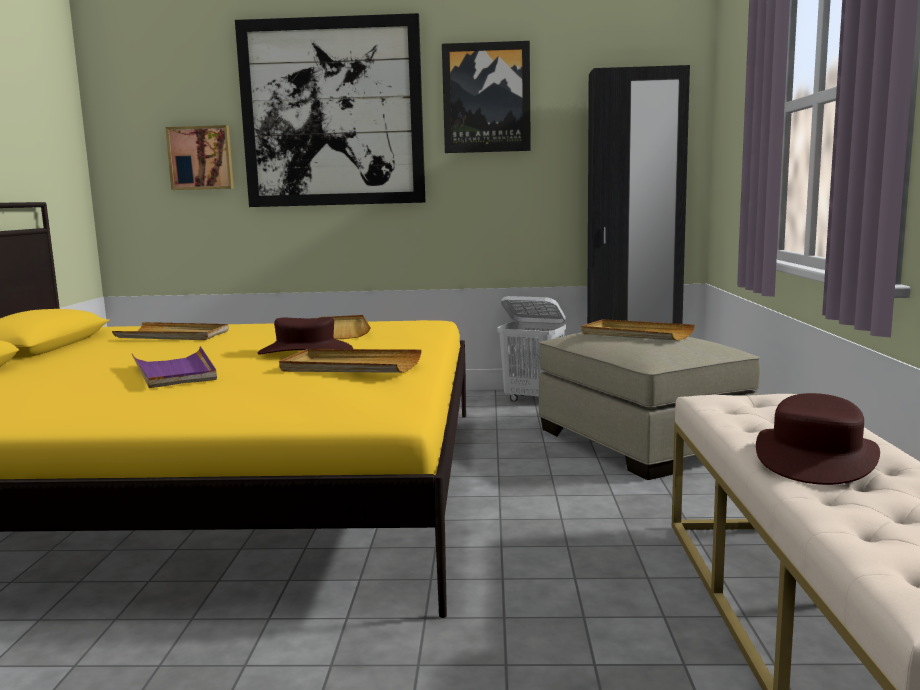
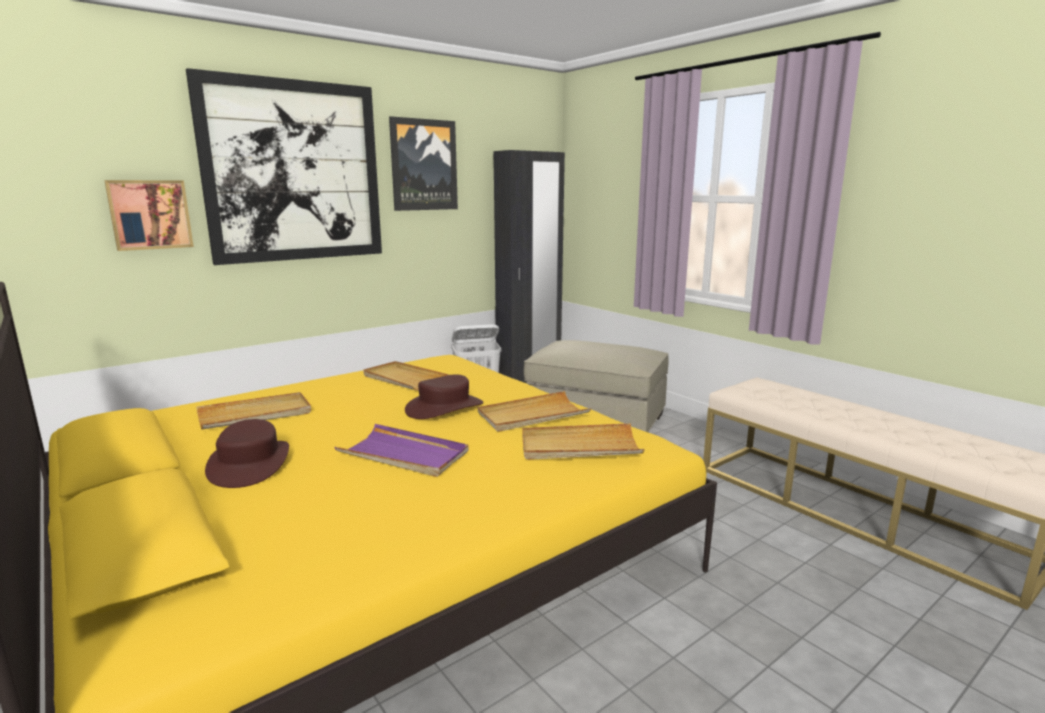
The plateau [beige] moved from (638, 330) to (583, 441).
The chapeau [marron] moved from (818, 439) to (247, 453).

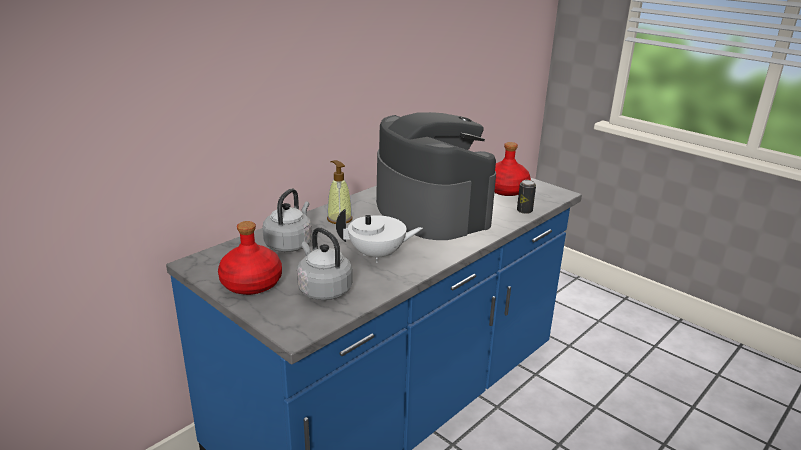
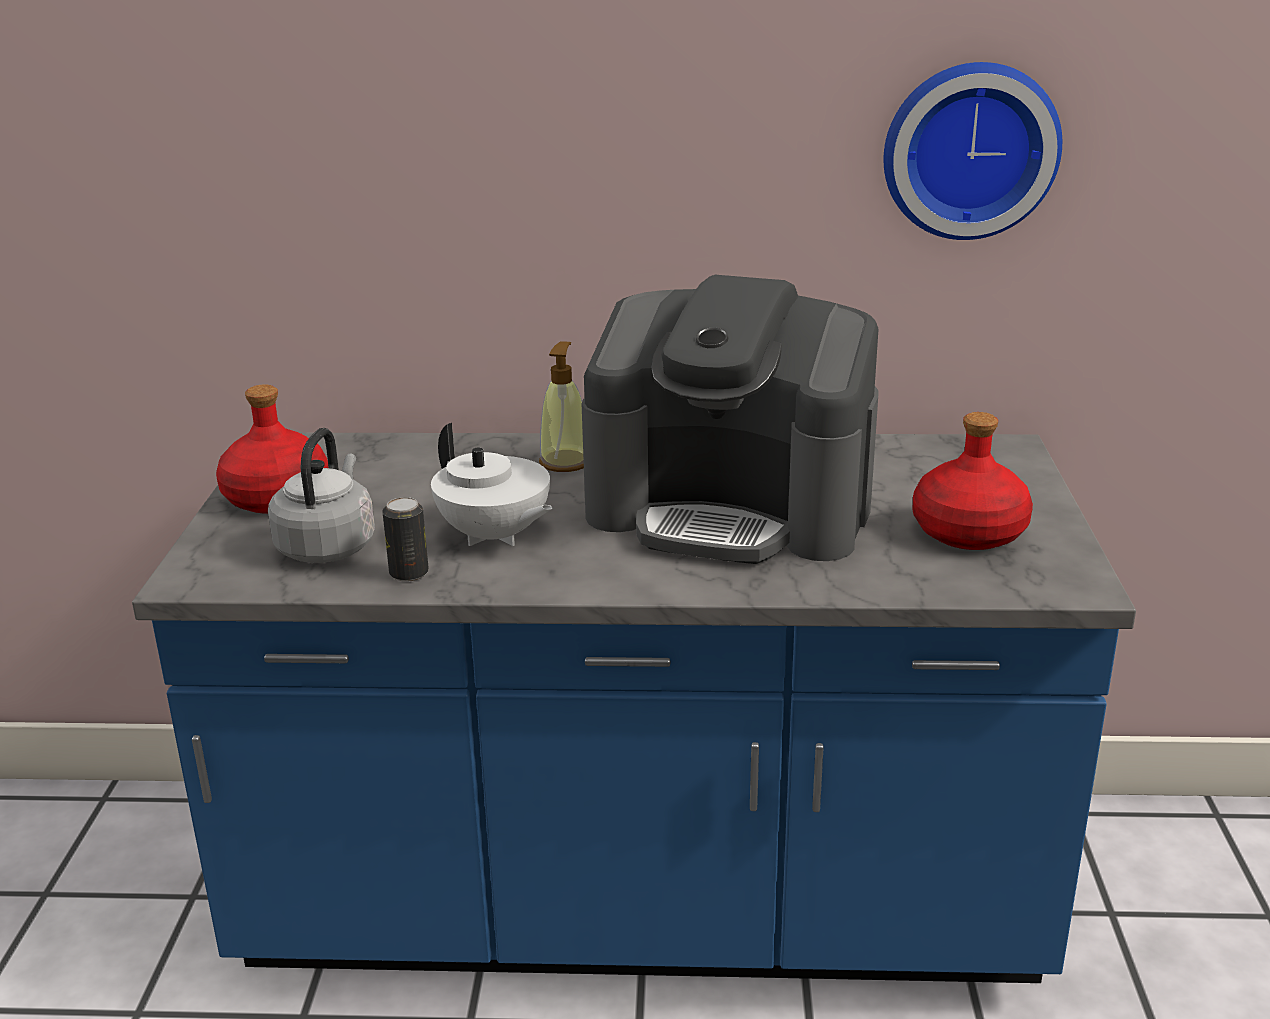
The bouilloire [gris] at (287, 220) disappeared.
The horloge murale at (972, 151) appeared.
The boîte métallique moved from (526, 197) to (406, 539).
The machine à café at (436, 176) turned 90 degrees clockwise.

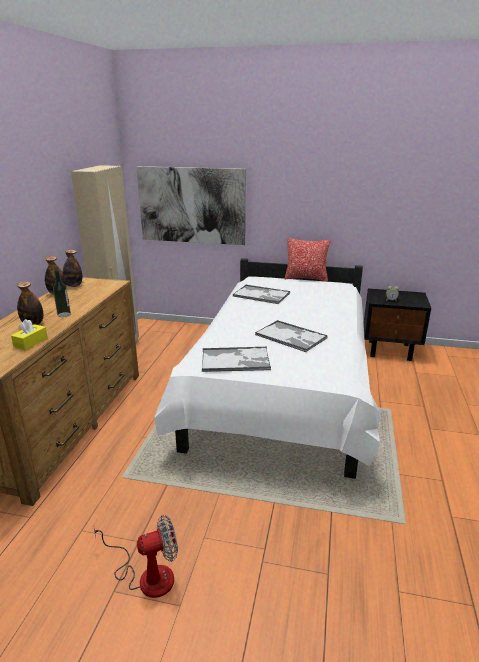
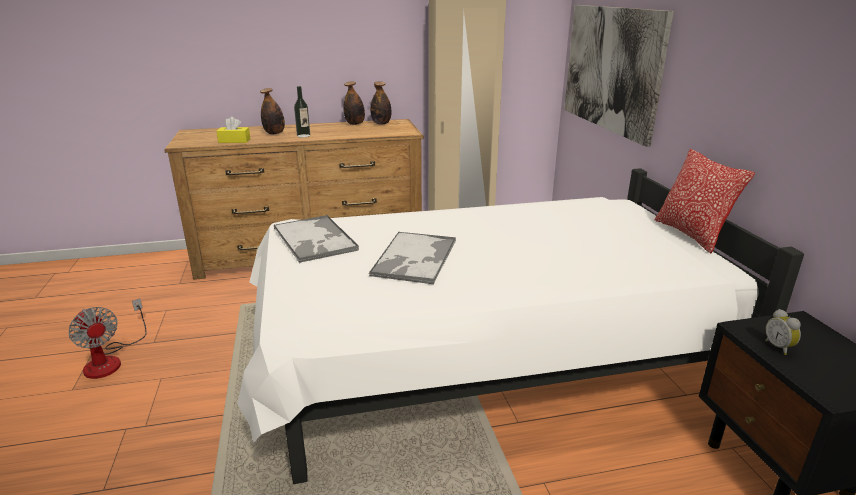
The plateau at (261, 294) disappeared.

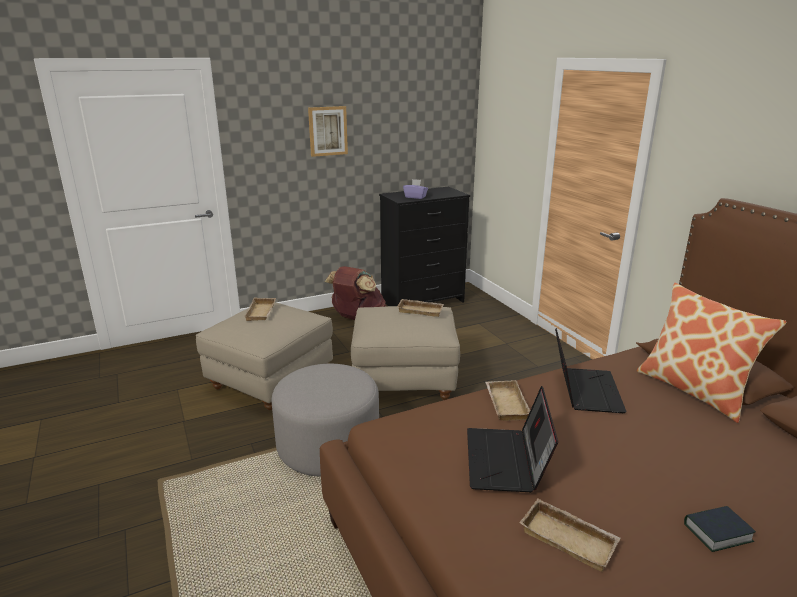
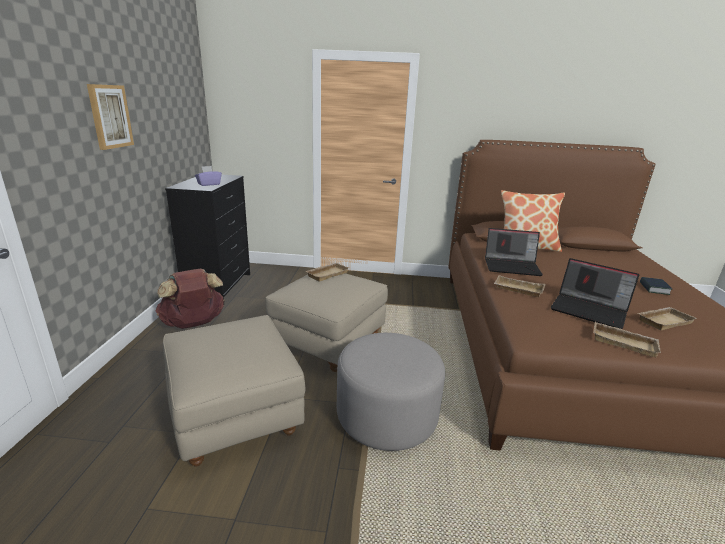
The plateau [beige] moved from (260, 309) to (627, 339).
The ordinateur portable at (591, 370) turned 150 degrees clockwise.

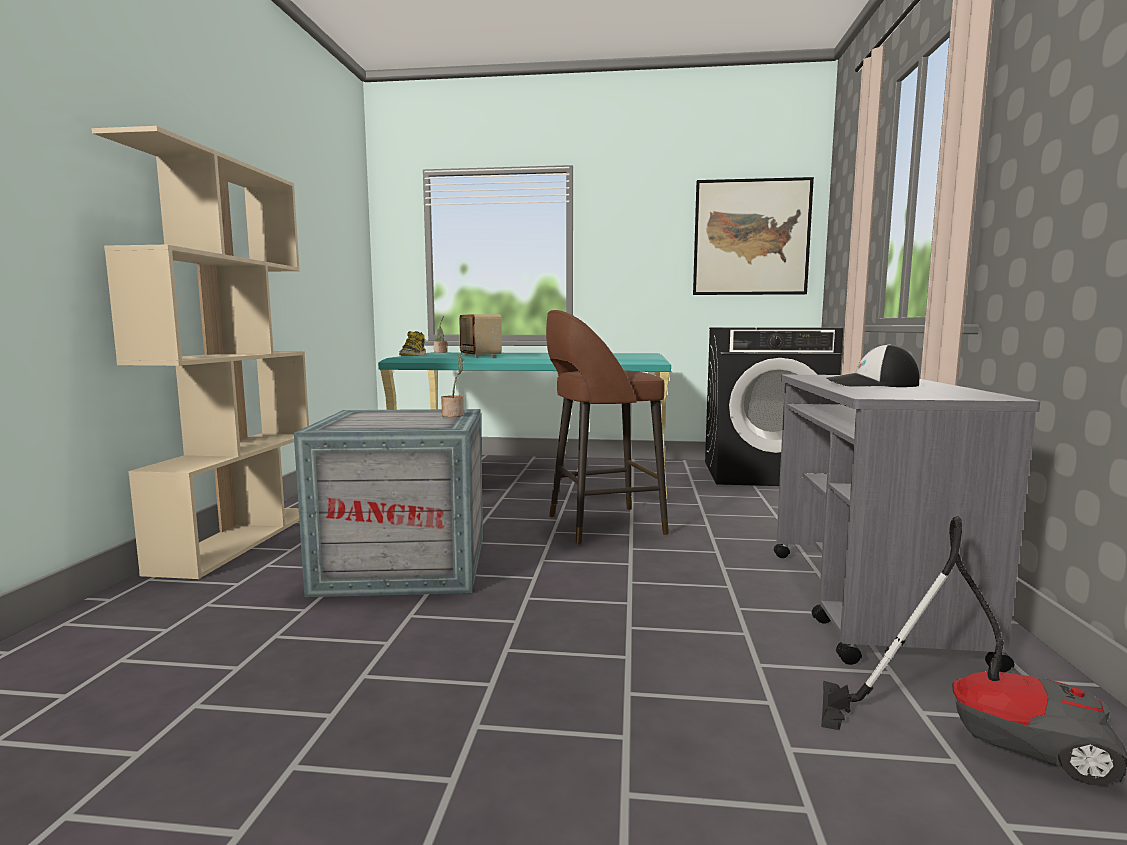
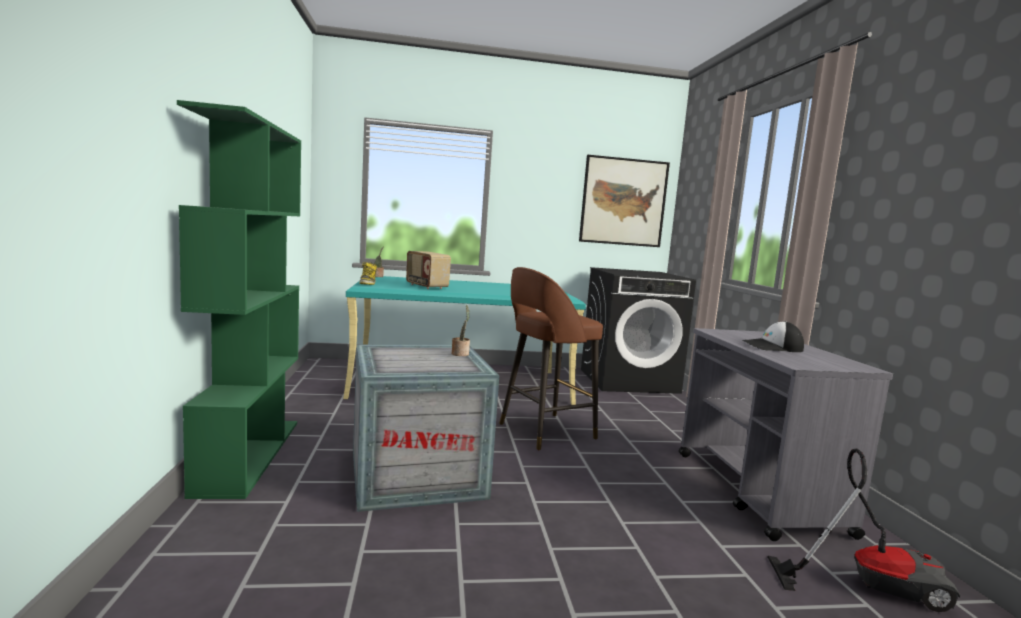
The bibliothèque [beige] at (200, 352) became the bibliothèque [vert] at (239, 299).

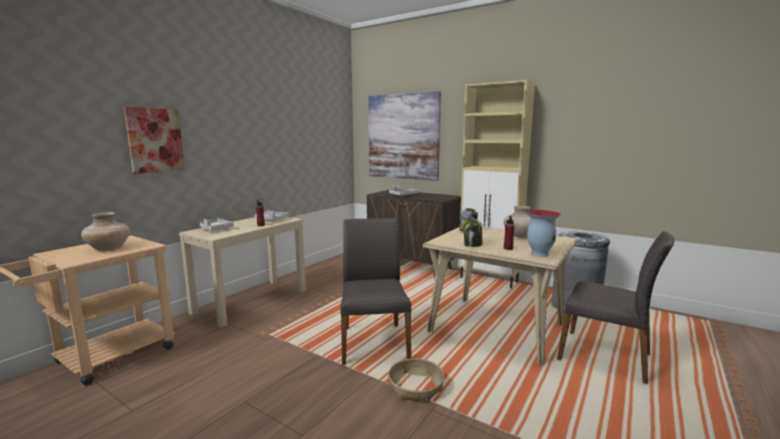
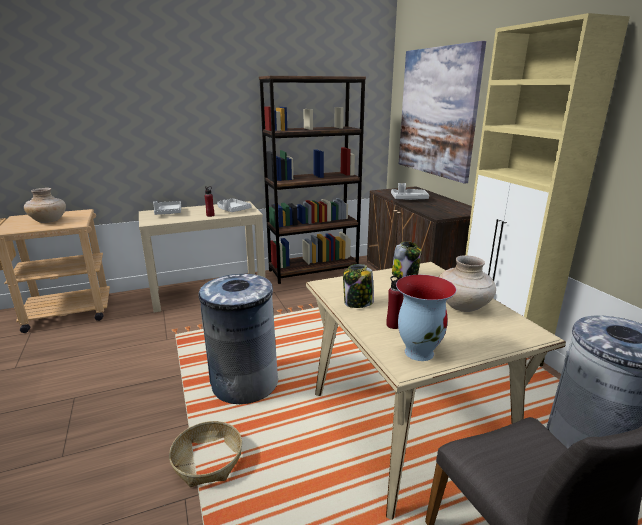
The tableau at (154, 140) disappeared.
The bibliothèque [marron] at (312, 180) appeared.
The chaise [gris] at (375, 291) was replaced by the poubelle [gris] at (238, 339).

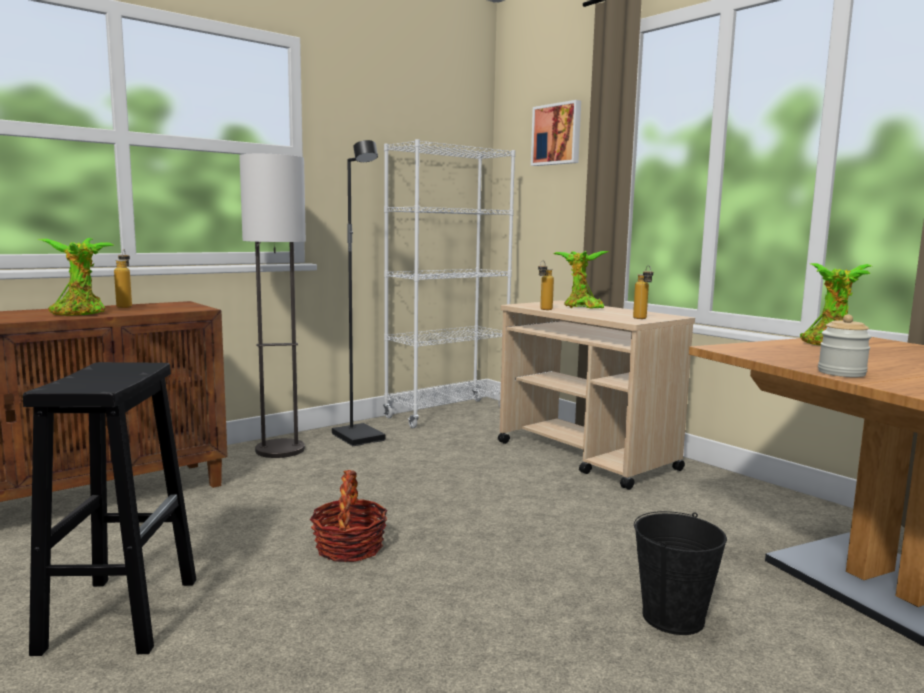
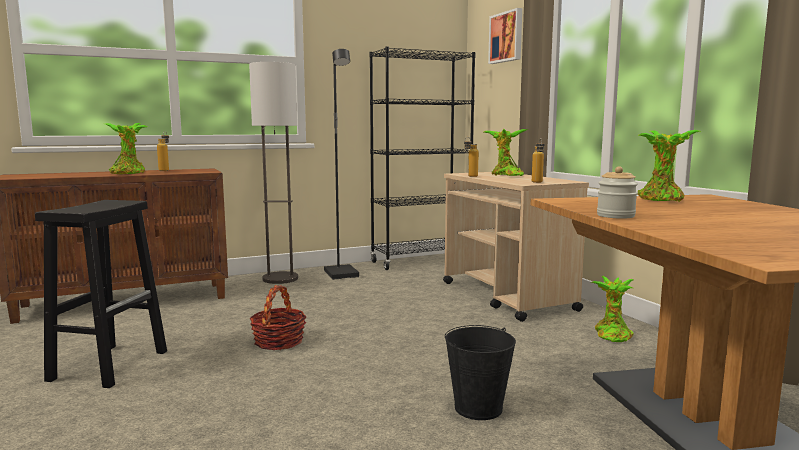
The plante en pot at (612, 309) appeared.
The bibliothèque [blanc] at (449, 283) became the bibliothèque [noir] at (422, 158).

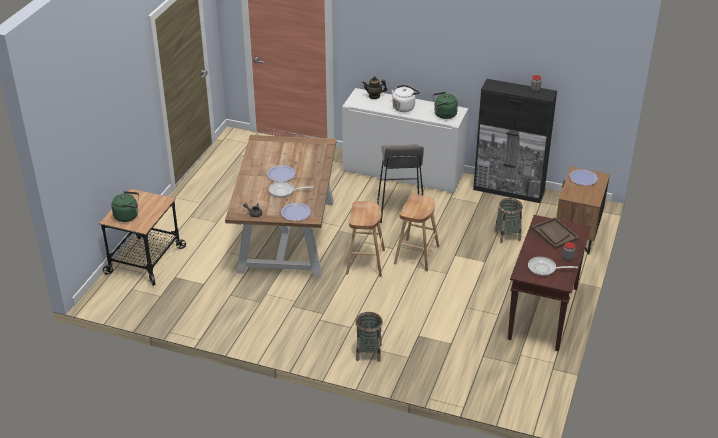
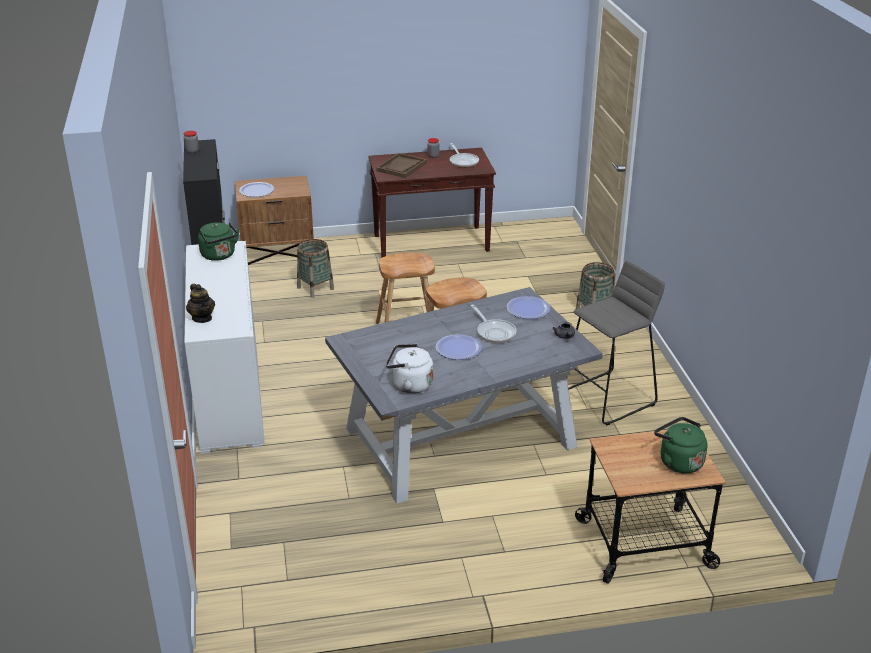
The tabouret [gris] moved from (400, 183) to (615, 343).
The bouilloire [blanc] moved from (405, 98) to (409, 368).
The table à manger [marron] at (280, 206) became the table à manger [gris] at (464, 395).

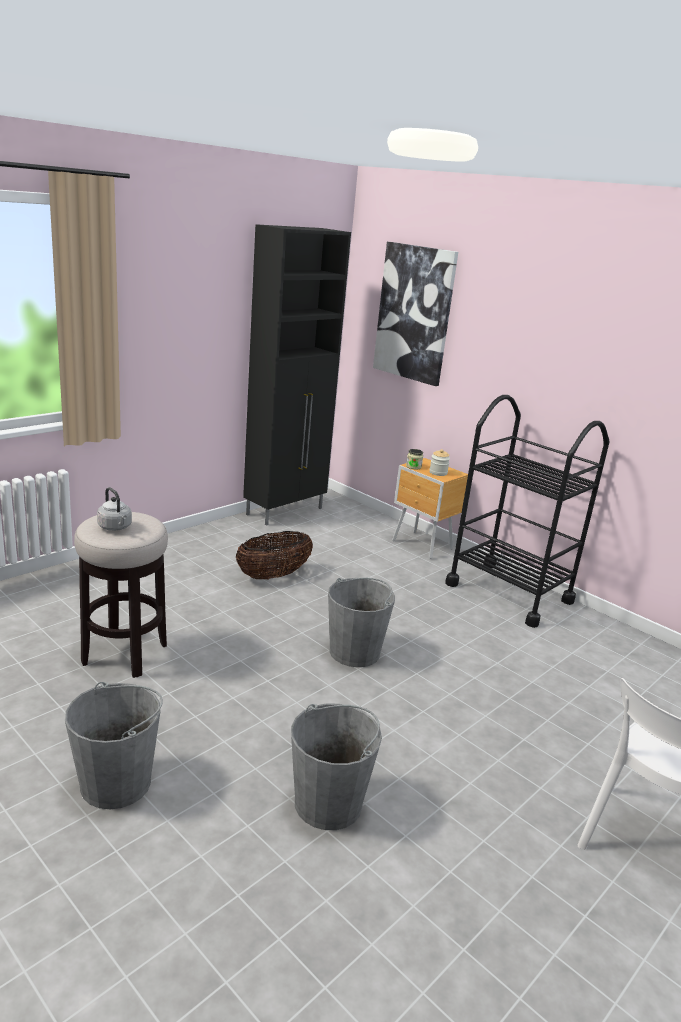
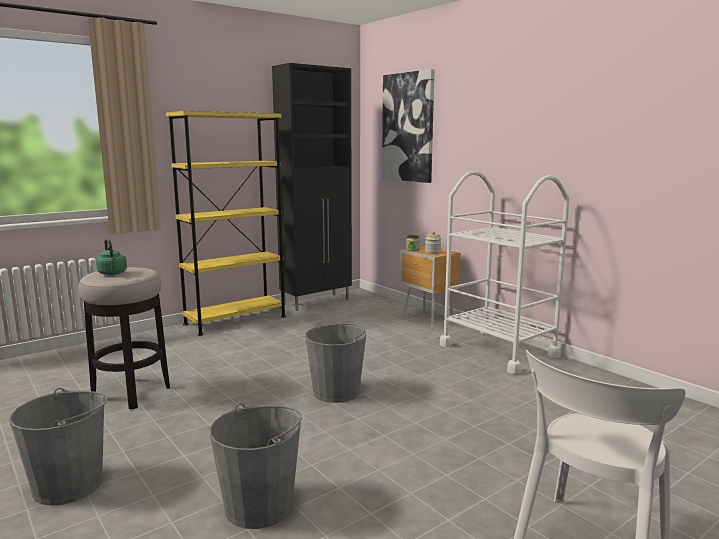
The panier at (274, 555) disappeared.
The bibliothèque [jaune] at (226, 223) appeared.
The bouilloire [gris] at (114, 509) became the bouilloire [vert] at (111, 257).
The chariot [noir] at (527, 511) became the chariot [blanc] at (504, 272).

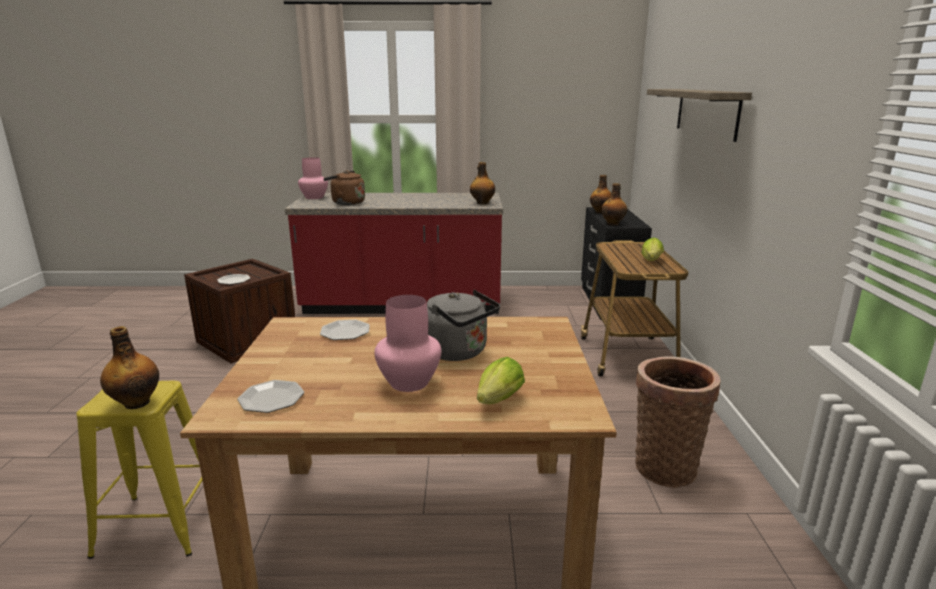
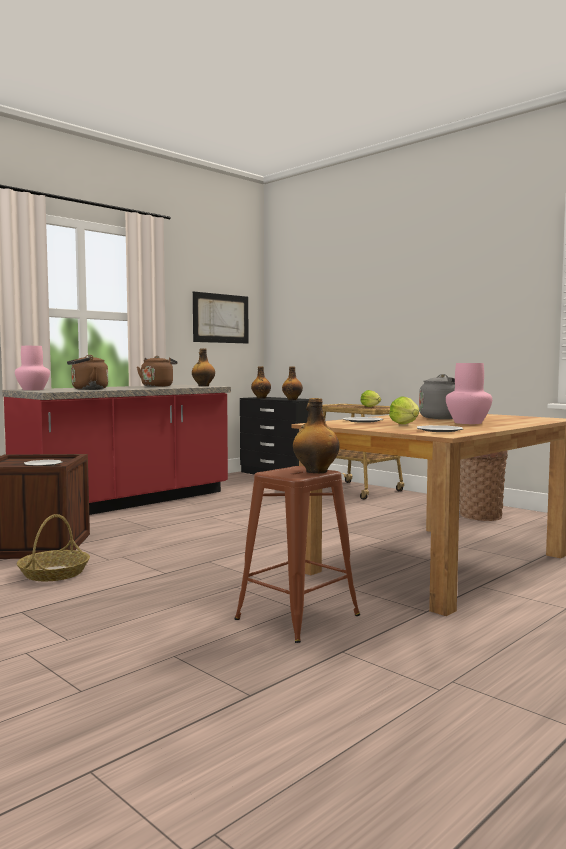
The étagère at (699, 115) disappeared.
The panier at (53, 547) appeared.
The bouilloire [marron] at (157, 371) appeared.
The tableau at (220, 317) appeared.
The laitue moved from (501, 380) to (404, 410).
The tabouret [jaune] at (140, 469) became the tabouret [marron] at (297, 554).

